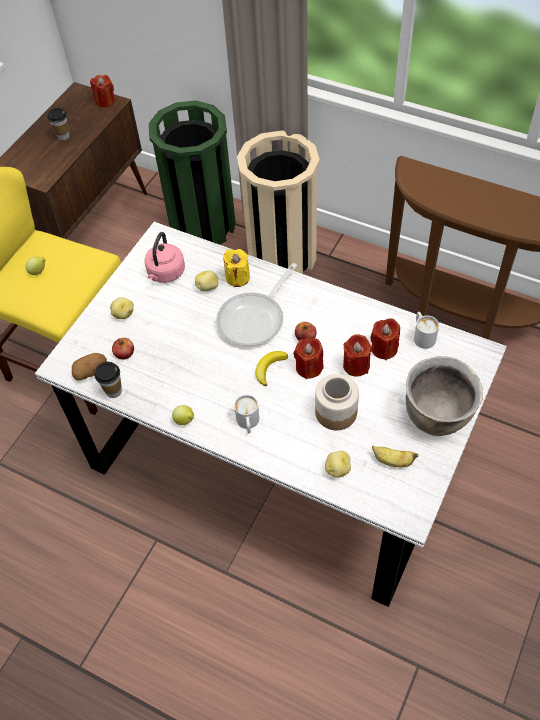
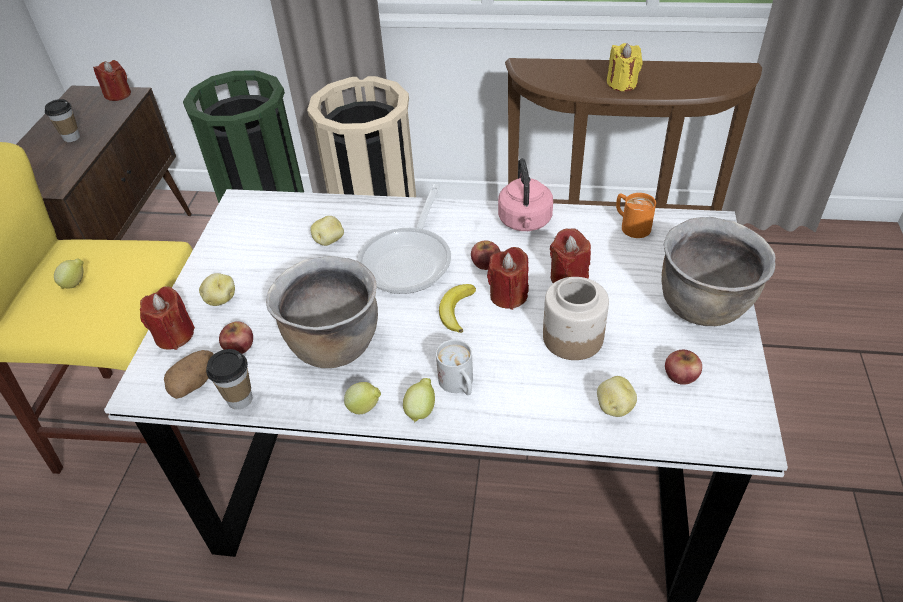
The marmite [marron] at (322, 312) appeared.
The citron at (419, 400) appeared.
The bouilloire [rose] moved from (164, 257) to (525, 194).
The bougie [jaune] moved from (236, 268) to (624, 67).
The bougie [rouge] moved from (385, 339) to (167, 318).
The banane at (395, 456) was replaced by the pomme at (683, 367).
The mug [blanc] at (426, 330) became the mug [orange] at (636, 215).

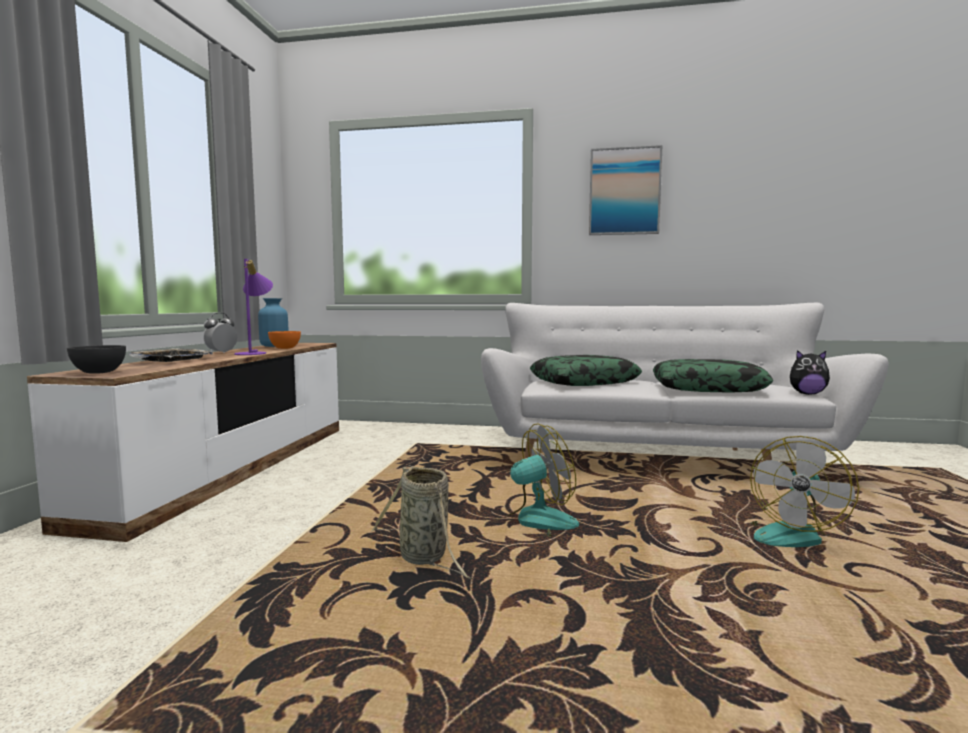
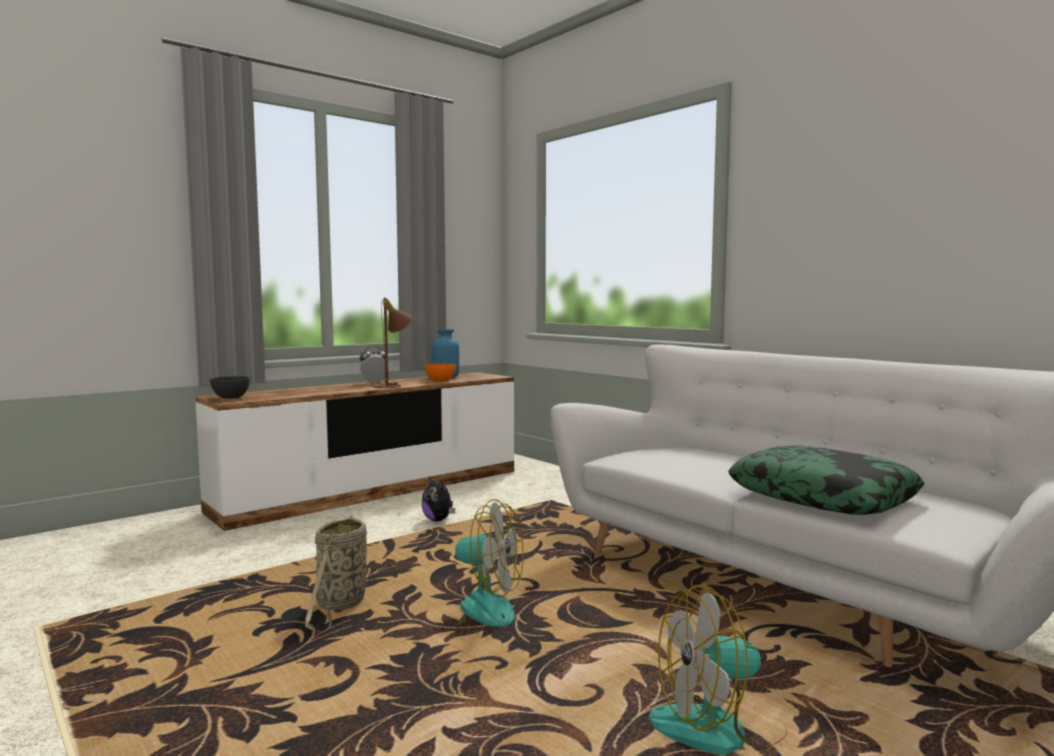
The plateau at (171, 355) disappeared.
The coussin at (586, 370) disappeared.
The tableau at (626, 190) disappeared.
The peluche moved from (810, 372) to (438, 498).
The lampe de table [violet] at (253, 307) became the lampe de table [marron] at (392, 343).

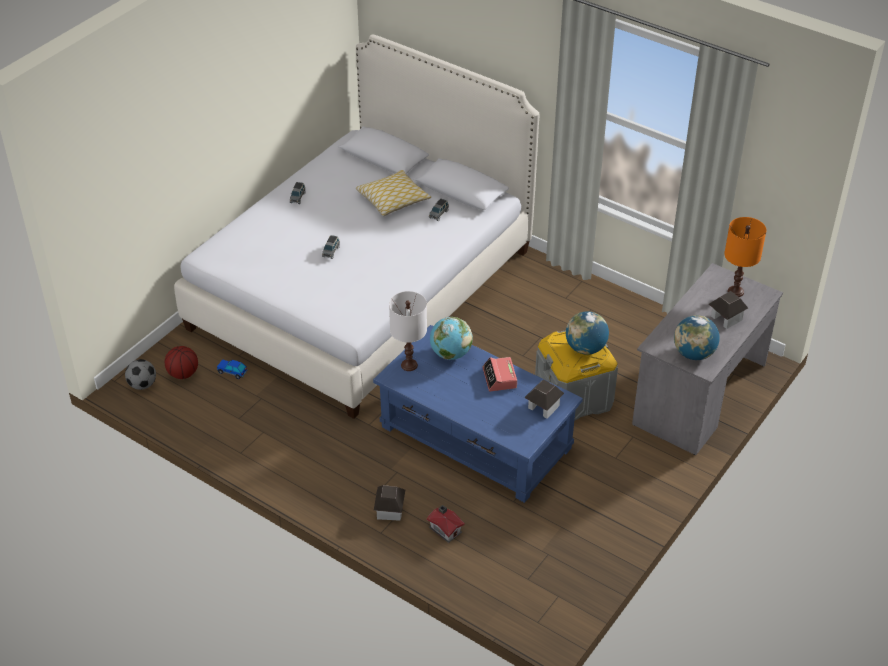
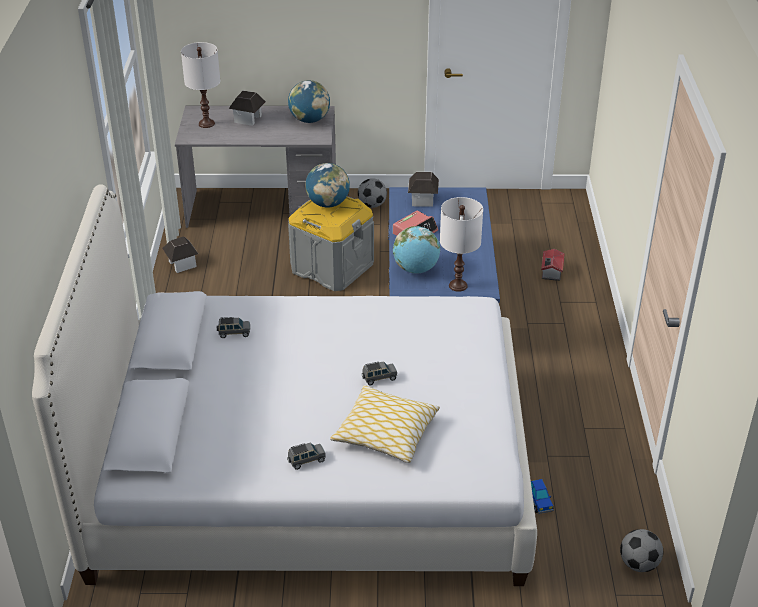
The ballon de basket at (181, 362) disappeared.
The ballon de foot at (372, 193) appeared.
The coussin moved from (393, 193) to (385, 424).
The maison miniature moved from (389, 503) to (180, 254).
The lampe de table [orange] at (745, 257) became the lampe de table [blanc] at (200, 85).

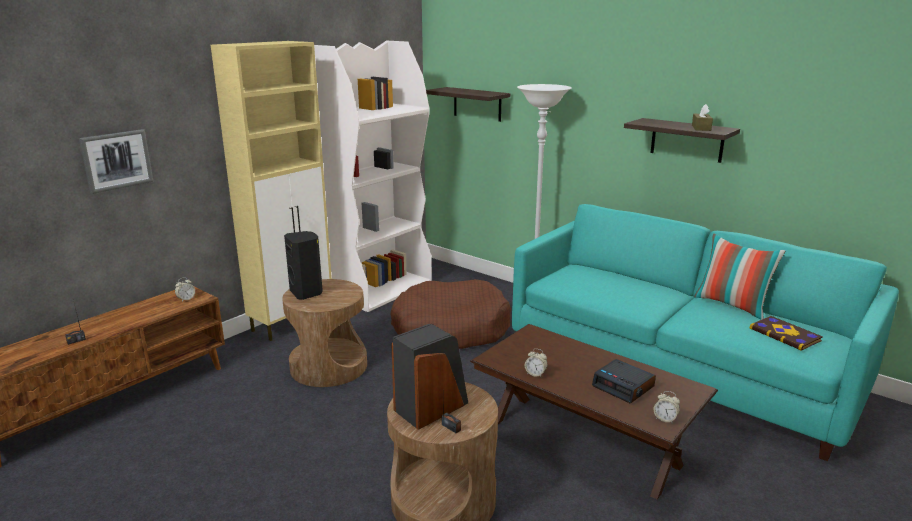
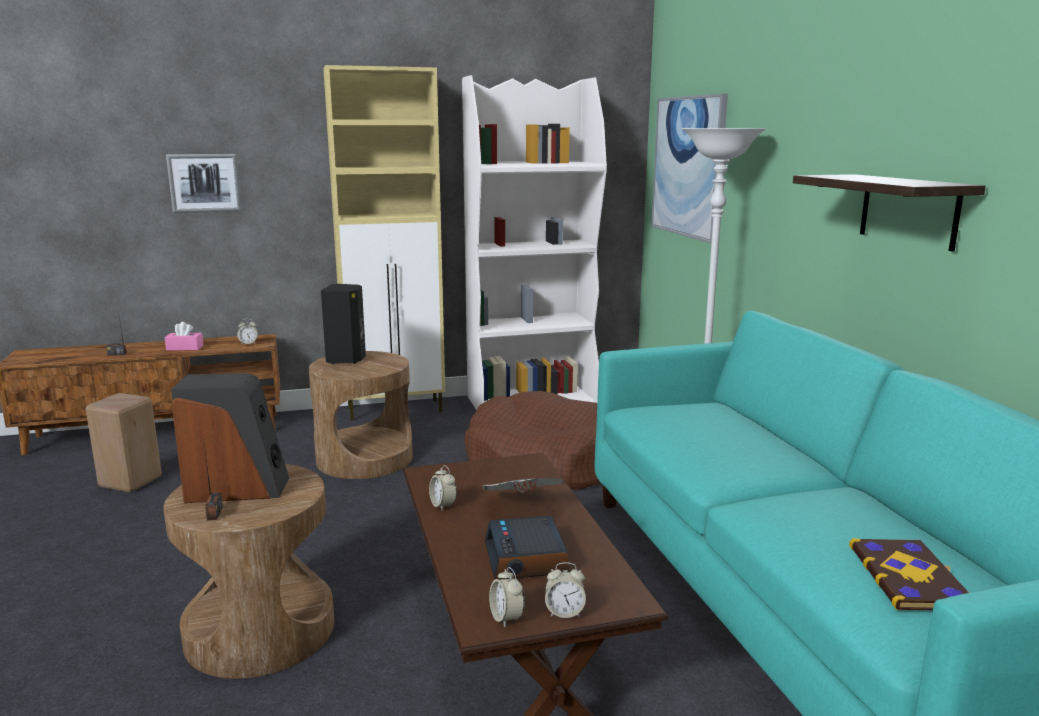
The boîte à mouchoirs [marron] at (702, 117) disappeared.
The coussin at (739, 276) disappeared.
The tabouret [beige] at (124, 442) appeared.
The boîte à mouchoirs [rose] at (184, 336) appeared.
The journal at (523, 485) appeared.
The réveil at (565, 590) appeared.
The étagère at (468, 104) was replaced by the tableau at (689, 168).

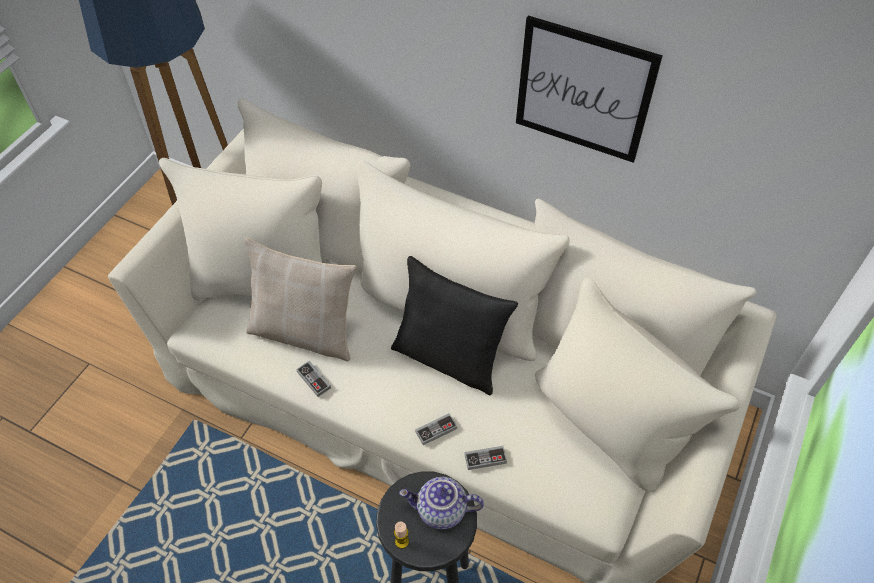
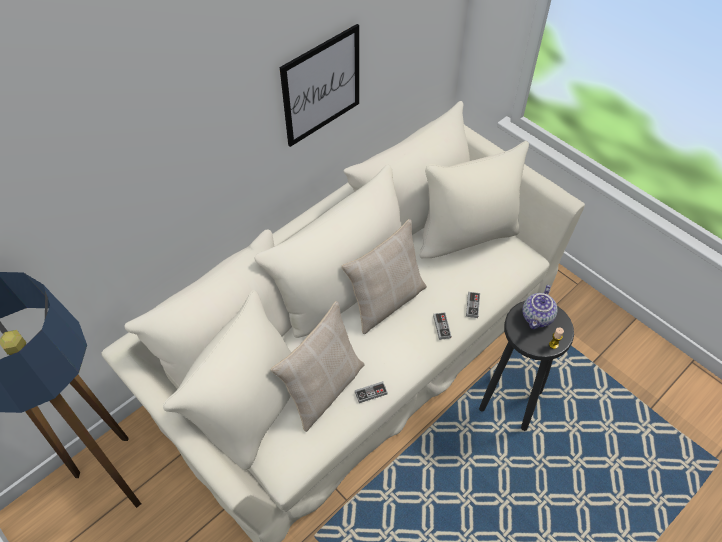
The coussin [noir] at (454, 325) became the coussin [beige] at (384, 276).

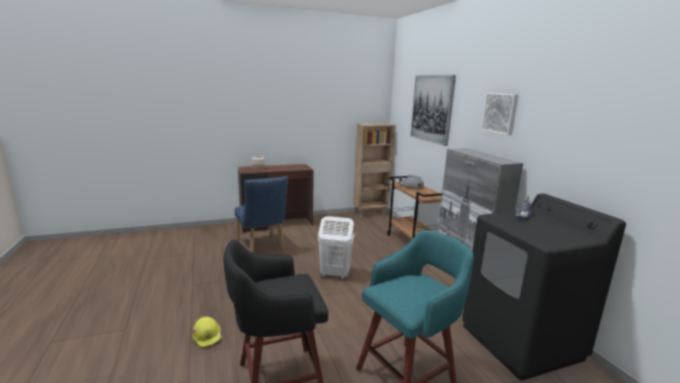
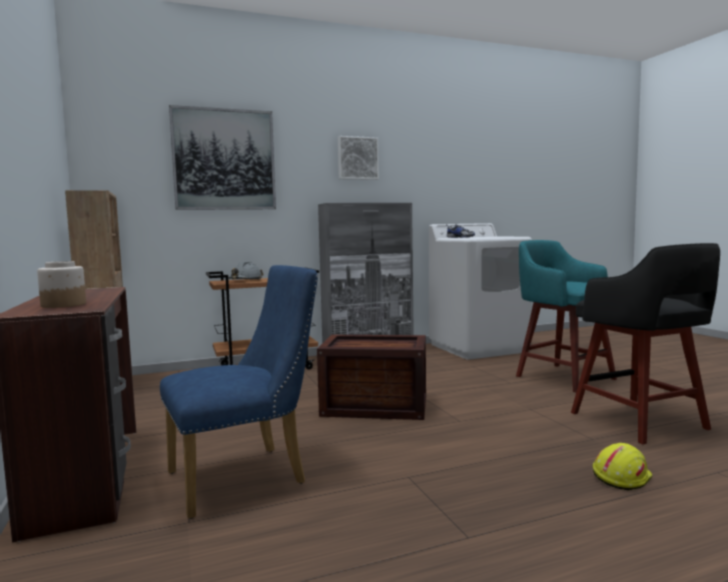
The panier à linge [blanc] at (336, 247) was replaced by the caisse at (371, 377).
The lave-linge [noir] at (544, 287) became the lave-linge [blanc] at (480, 291).

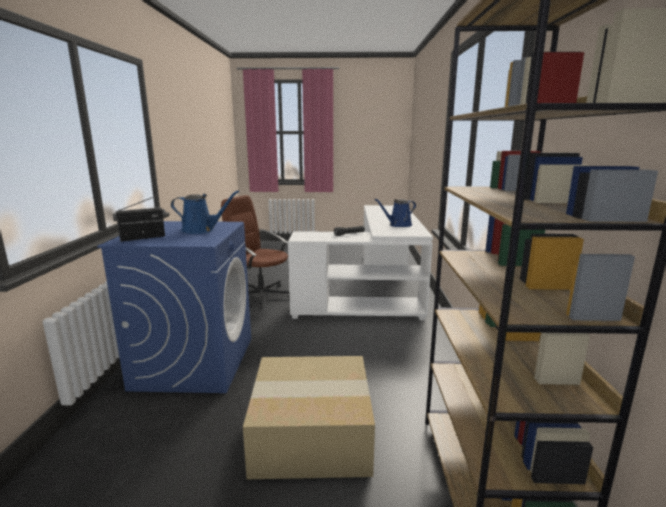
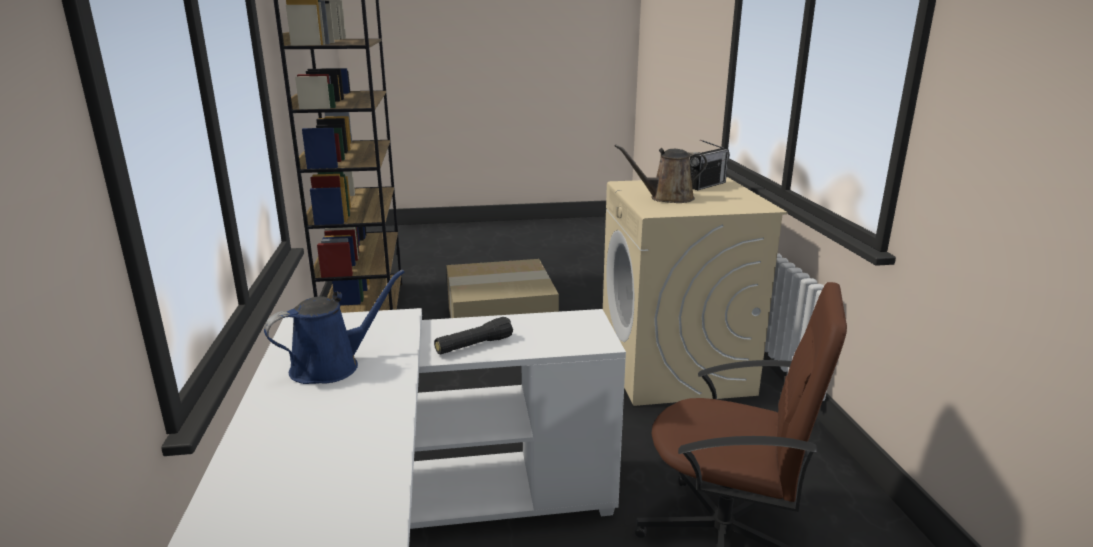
The lave-linge [bleu] at (174, 307) became the lave-linge [beige] at (695, 291).
The arrosoir [bleu] at (205, 212) became the arrosoir [marron] at (661, 173).

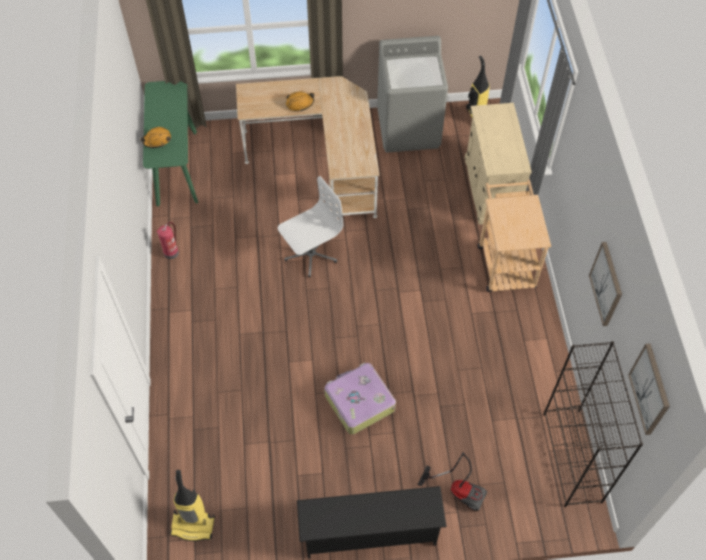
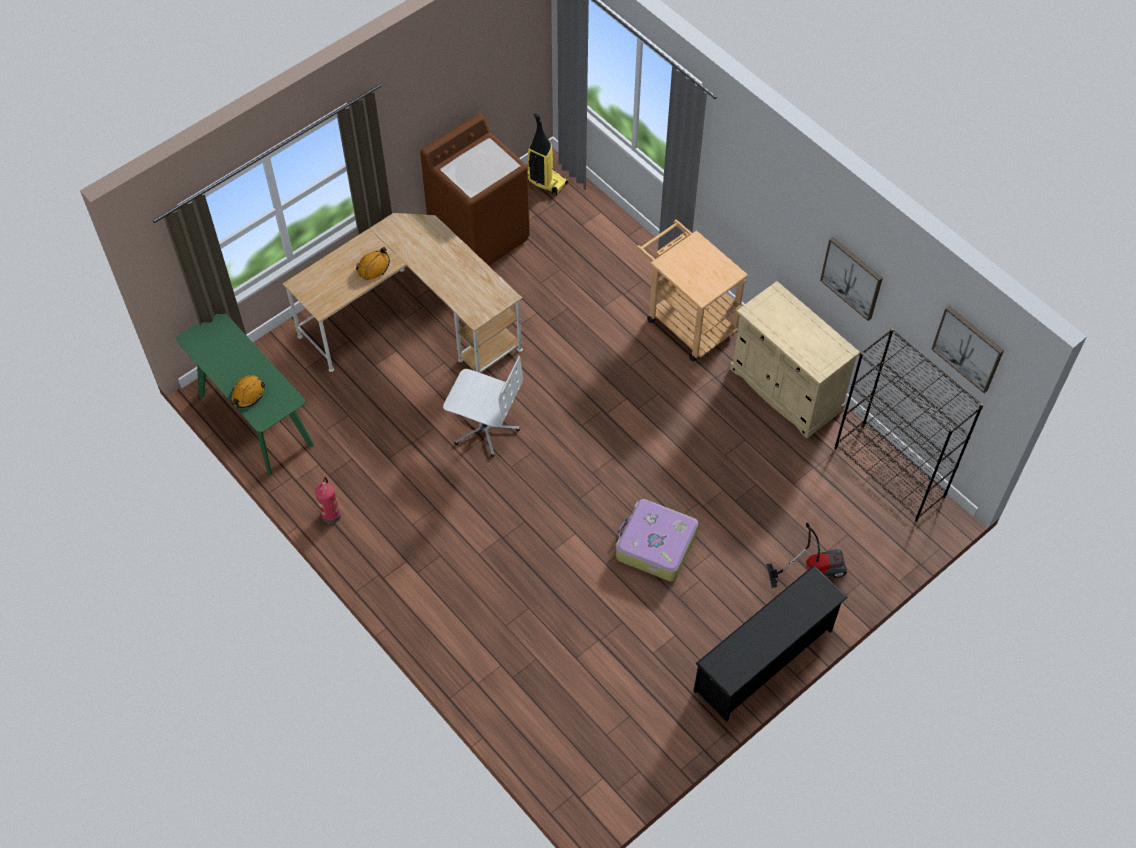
The aspirateur at (192, 505) disappeared.
The meuble de rangement [beige] moved from (498, 164) to (795, 359).
The lave-linge [gris] at (412, 94) became the lave-linge [marron] at (475, 190).
The chaise de bureau [blanc] at (310, 226) turned 90 degrees clockwise.

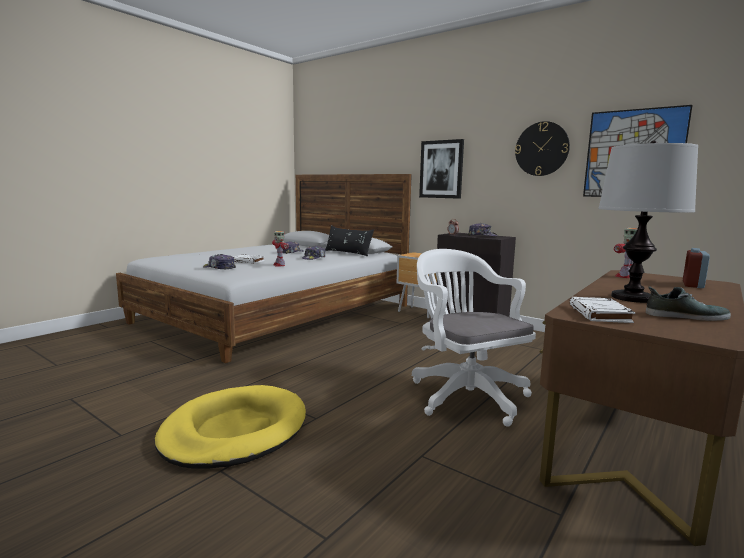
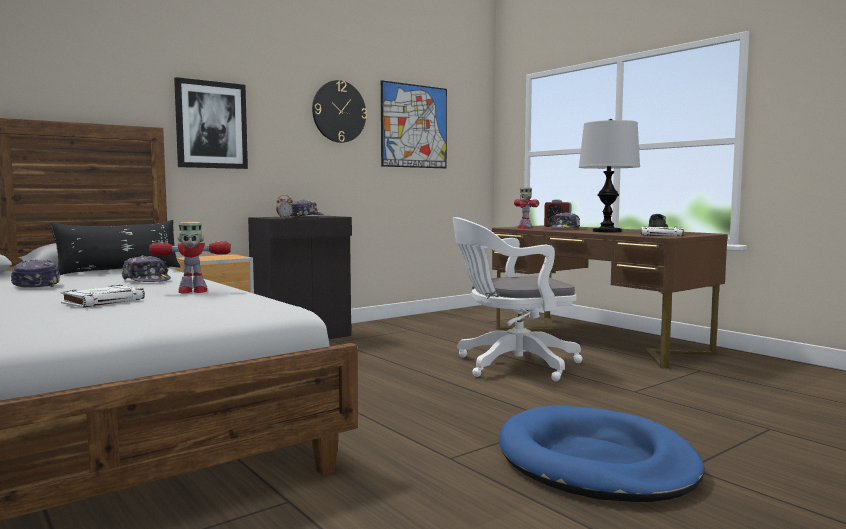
The casquette moved from (219, 261) to (565, 220).
The panier pour chien [jaune] at (230, 427) became the panier pour chien [bleu] at (602, 453).

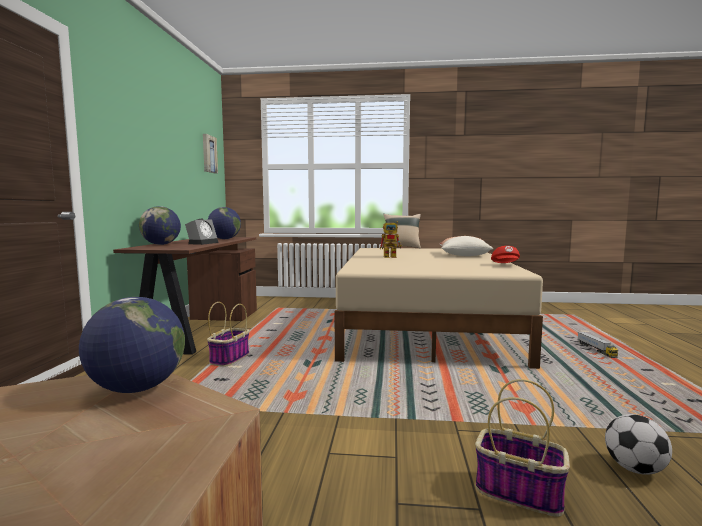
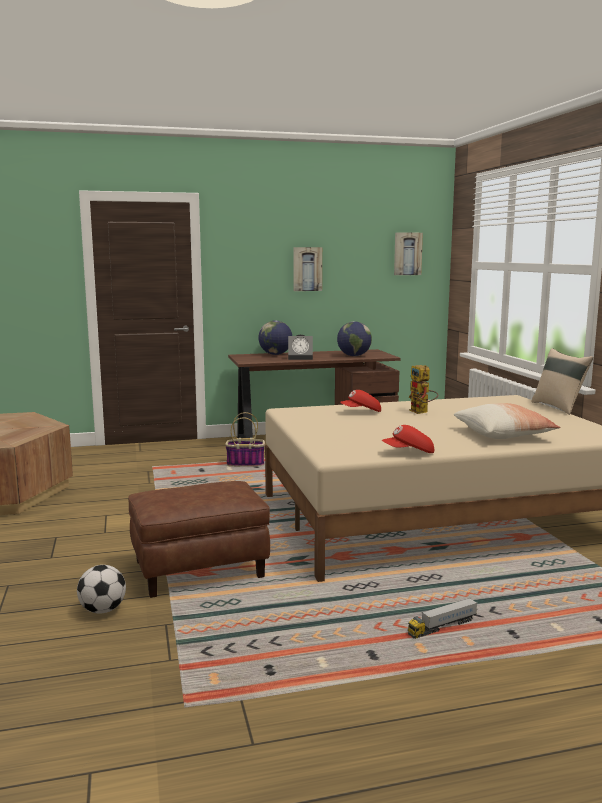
The globe at (132, 345) disappeared.
The panier at (522, 448) disappeared.
The pouf [marron] at (199, 539) appeared.
The tableau at (307, 269) appeared.
The casquette [rouge] at (360, 401) appeared.

